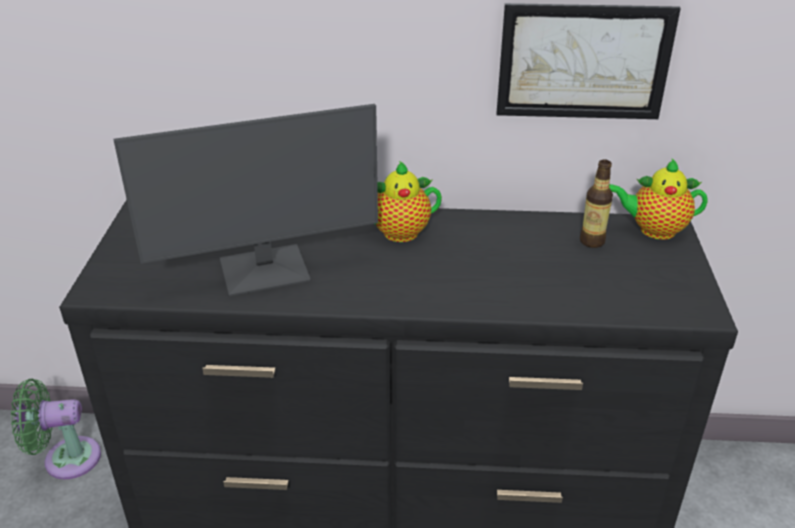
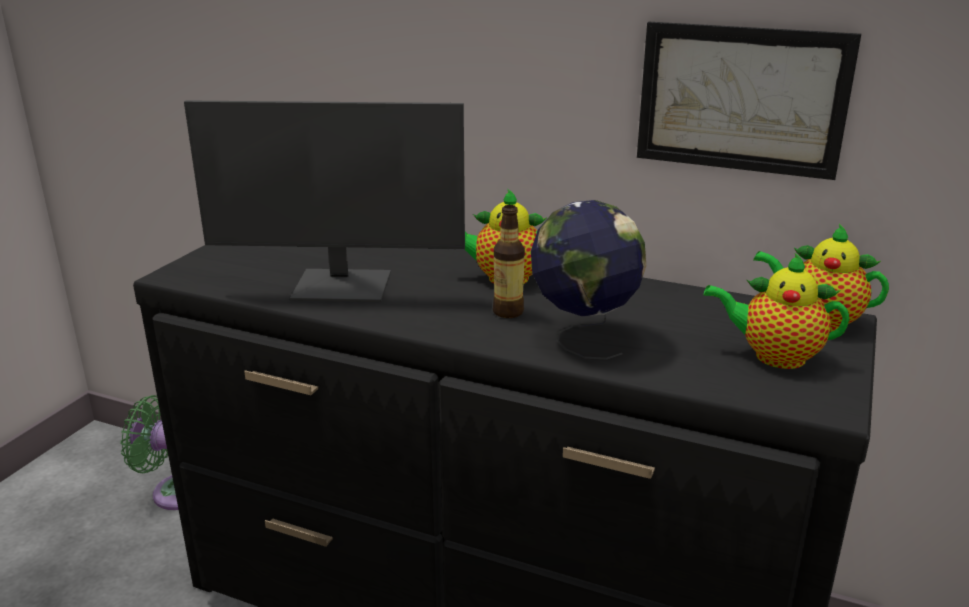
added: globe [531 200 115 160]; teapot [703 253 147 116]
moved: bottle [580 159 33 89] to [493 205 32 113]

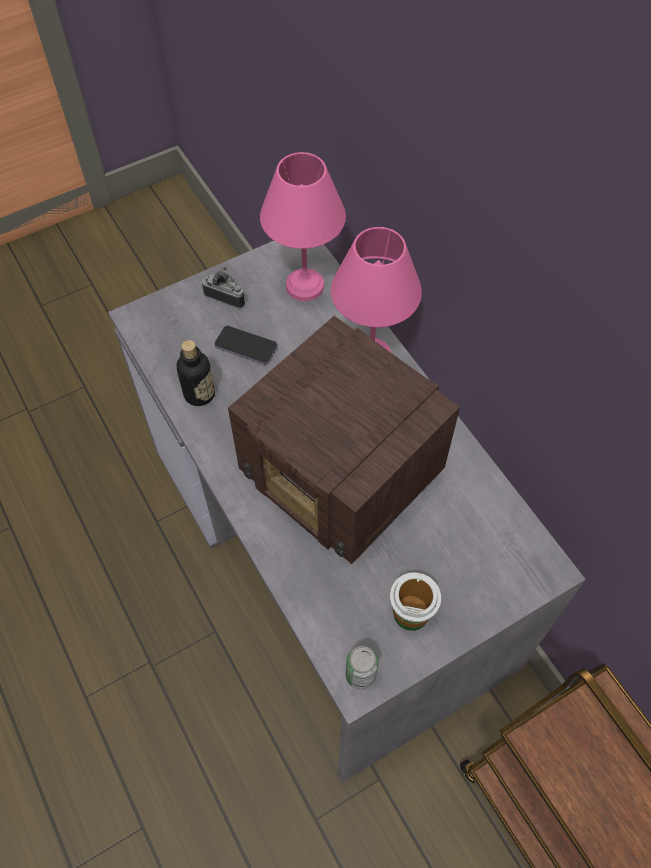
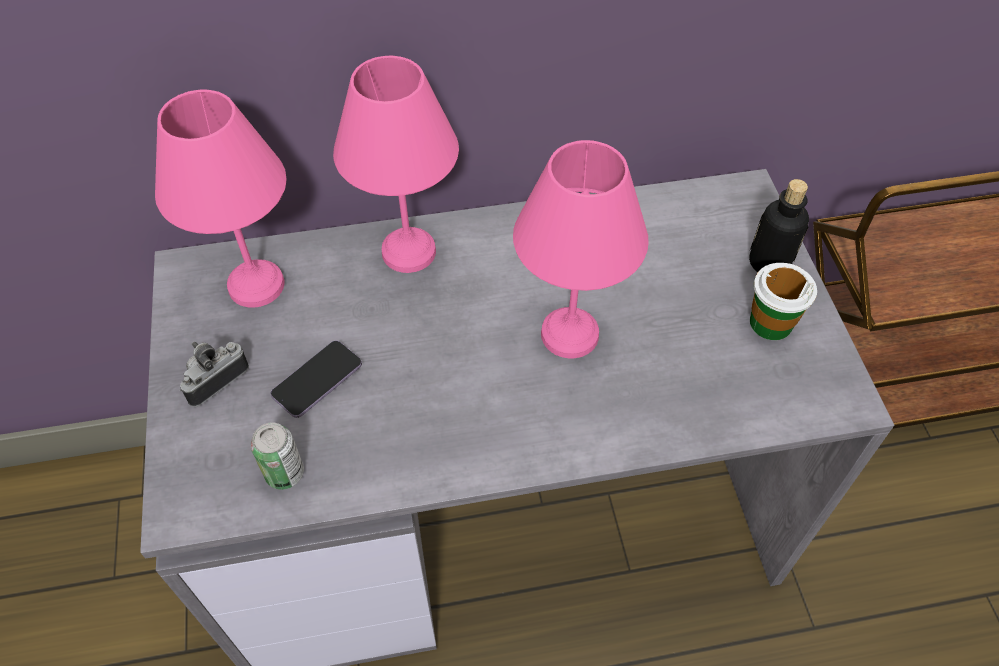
moved: bottle [176 340 39 66] to [749 179 60 93]; can [345 646 34 44] to [251 422 53 68]
replaced: radio [228 316 232 248] to pink table lamp [513 140 136 219]

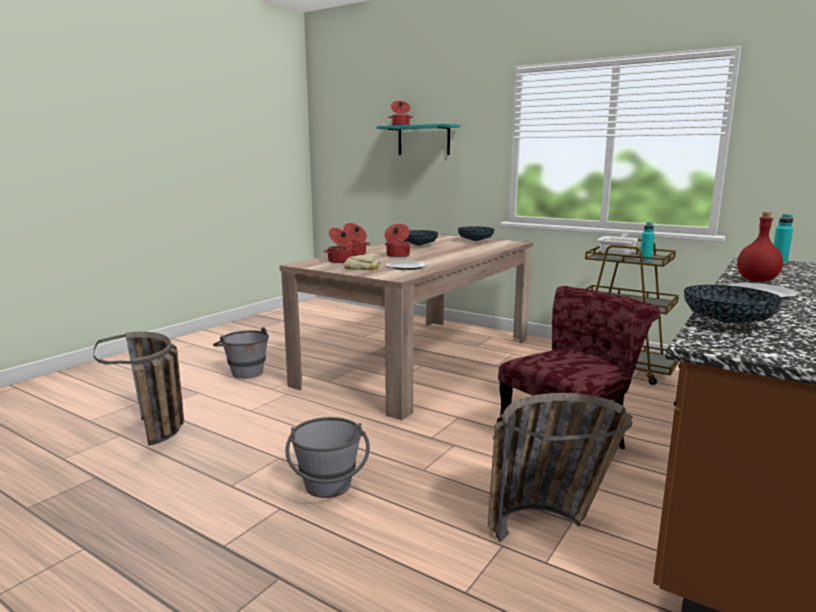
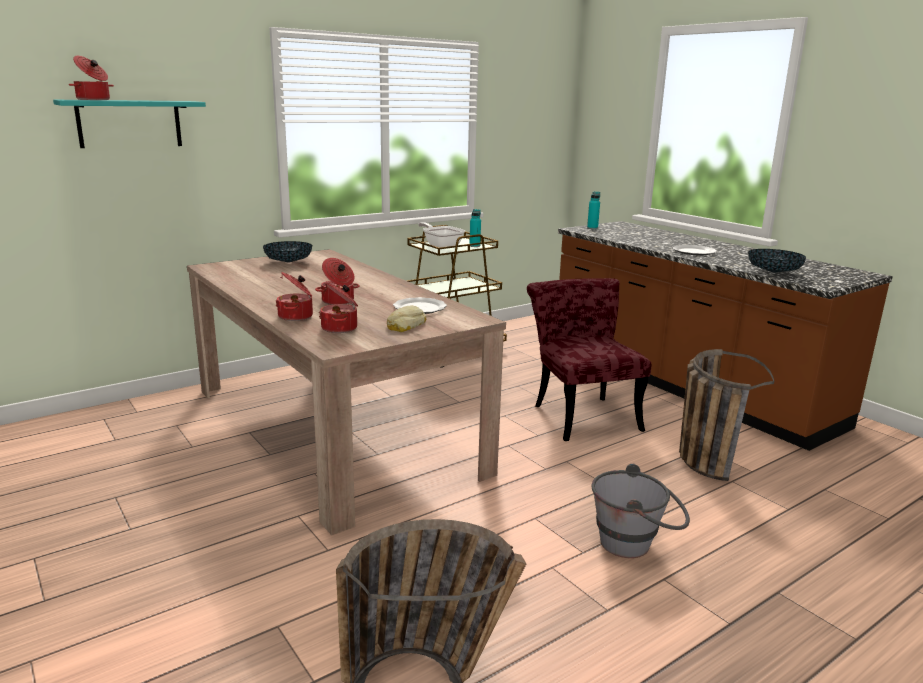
removed: grey bucket [213 327 56 52]; bowl [405 230 33 16]; red bottle [737 212 46 70]

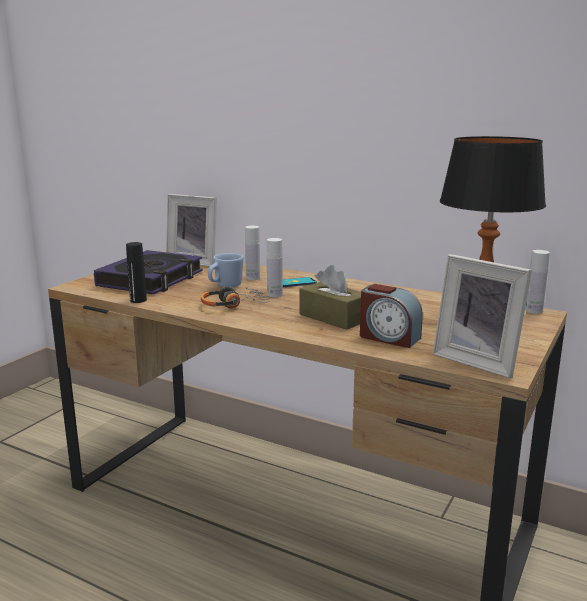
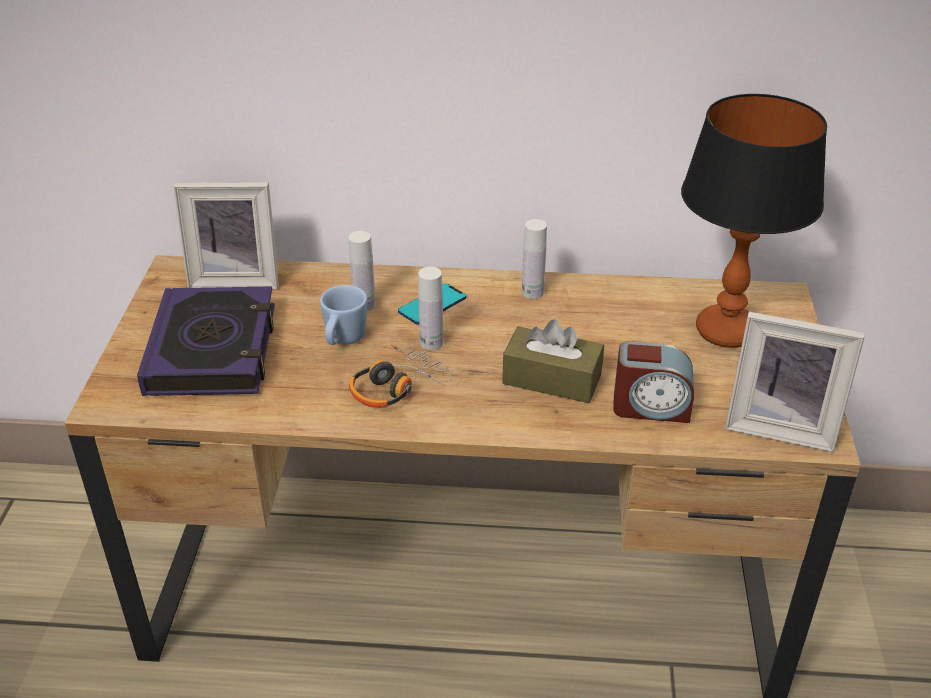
removed: black bottle [126 242 21 61]
moved: white bottle [525 250 25 64] to [522 219 25 80]

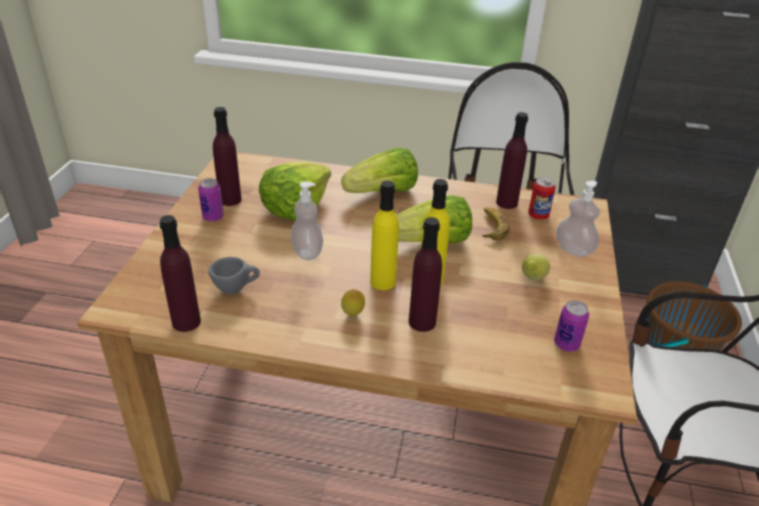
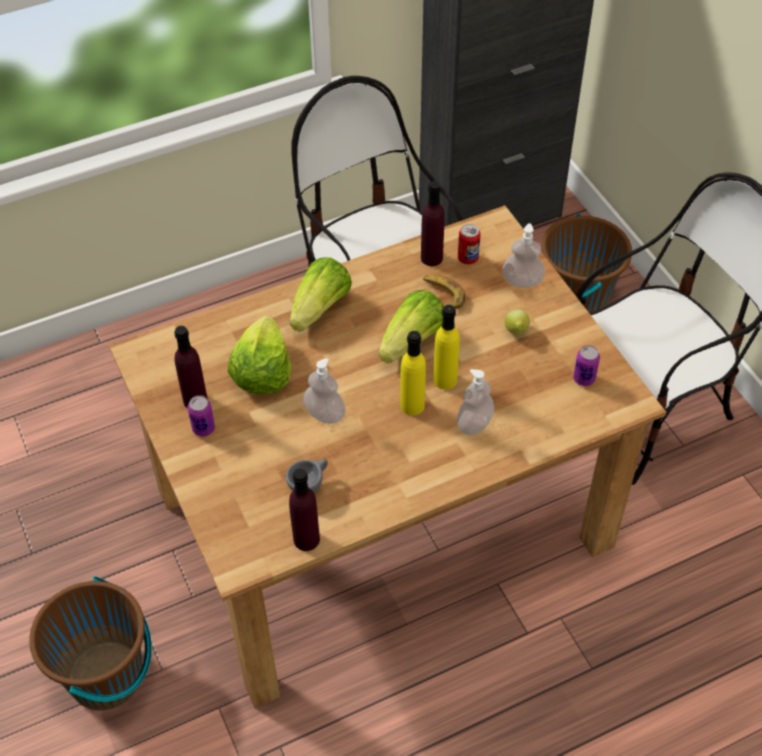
removed: lemon [341 289 24 27]
added: brown bucket [29 576 123 134]
replaced: purple bottle [409 217 33 115] to soap dispenser [457 369 37 66]

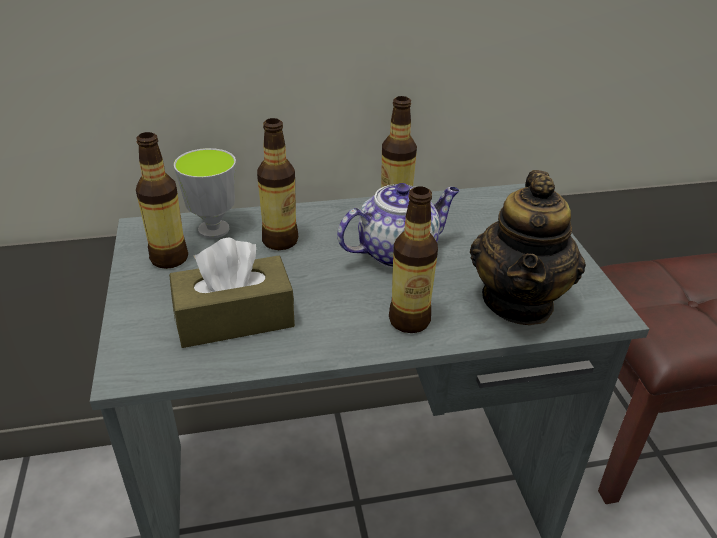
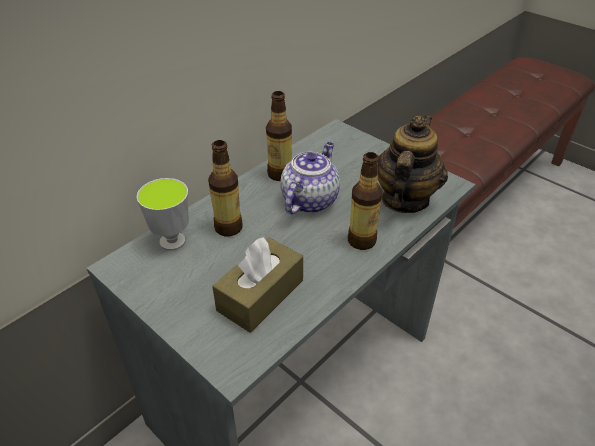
removed: bottle [136 132 52 137]
turned: teapot [470 170 116 155] = [378 115 70 98] 135 degrees counterclockwise

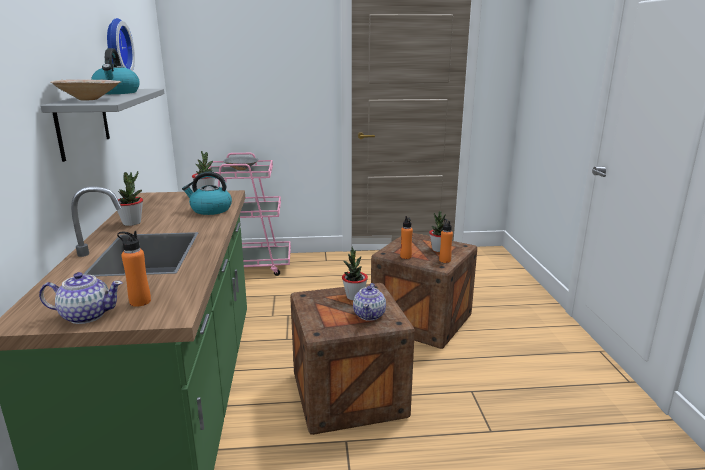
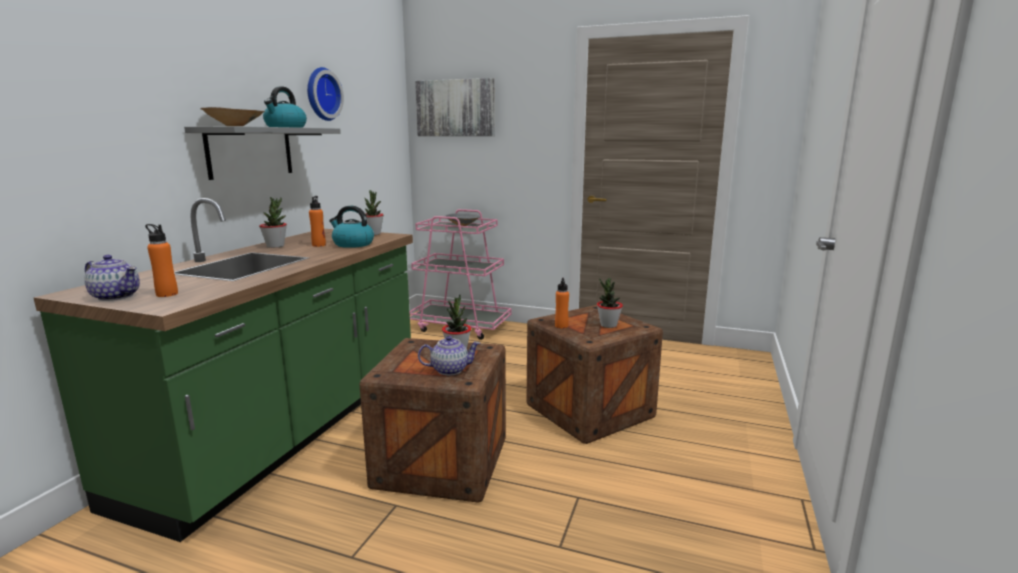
added: picture [415 78 80 58]
moved: orange bottle [439 219 14 44] to [309 196 17 51]
turned: teapot [353 283 33 38] = [418 336 62 39] 135 degrees counterclockwise

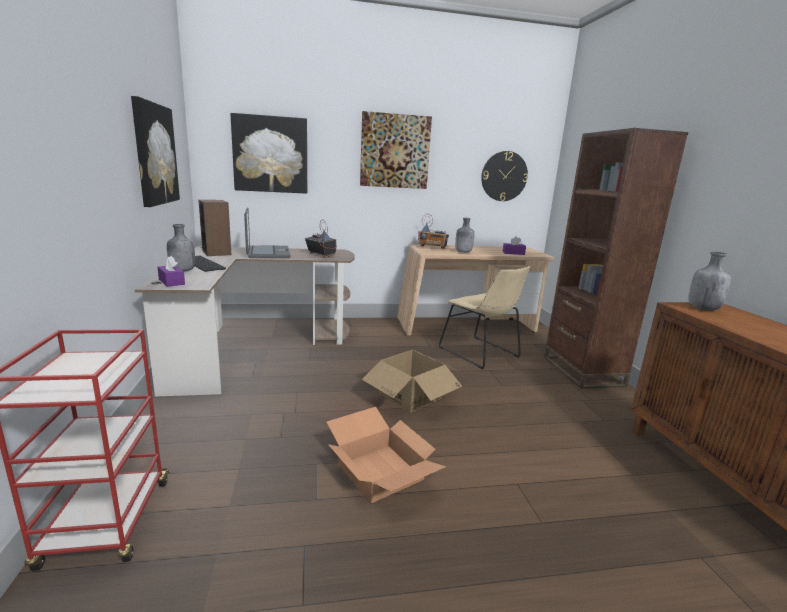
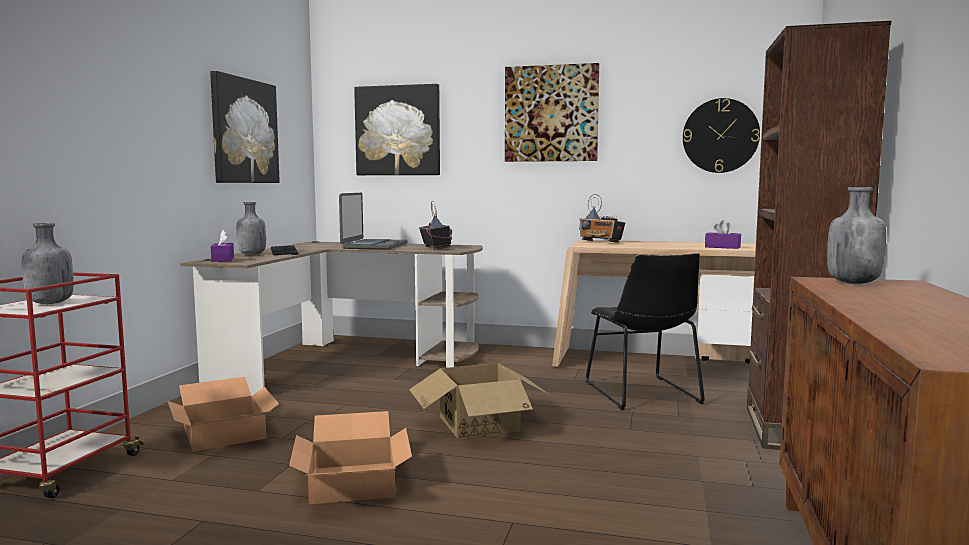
removed: speaker [199 200 33 56]
added: cardboard box [168 377 111 74]
moved: grey bottle [455 218 19 35] to [22 223 51 81]
recoloured: beige chair [439 266 91 103] to black chair [585 253 120 157]

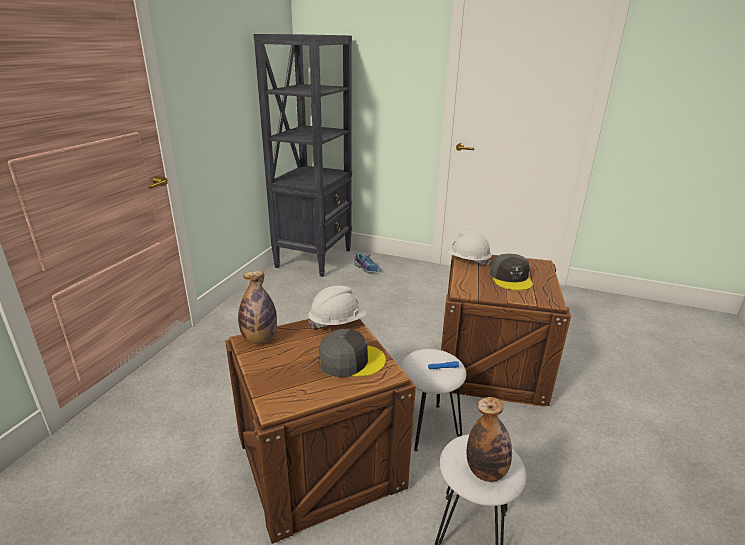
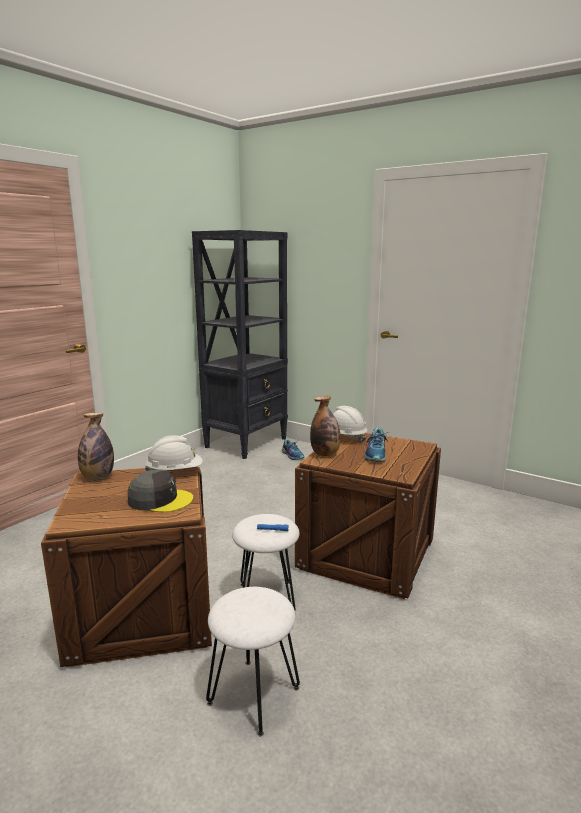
moved: bottle [467 397 45 85] to [310 396 31 60]
replaced: grey cap [490 254 43 36] to shoe [364 427 24 35]

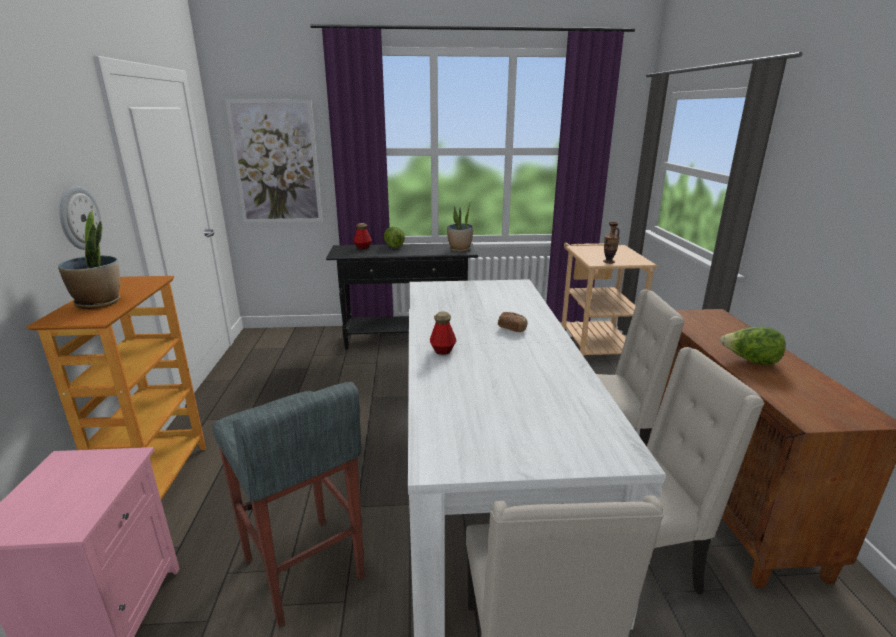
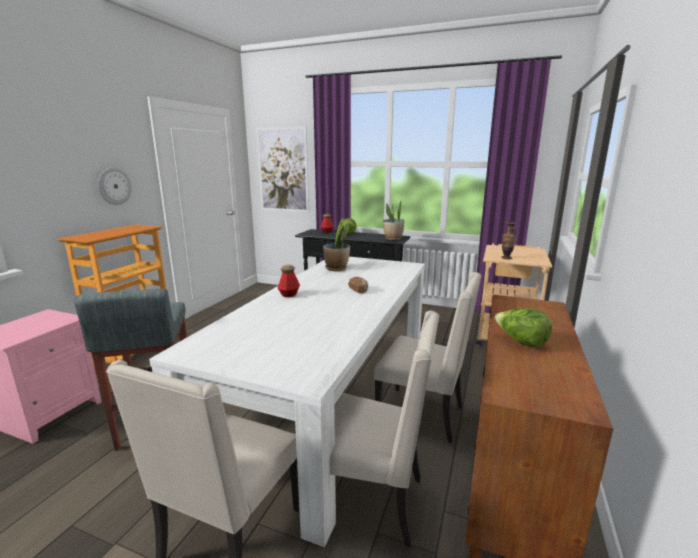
moved: potted plant [58 210 62 99] to [323 218 27 53]

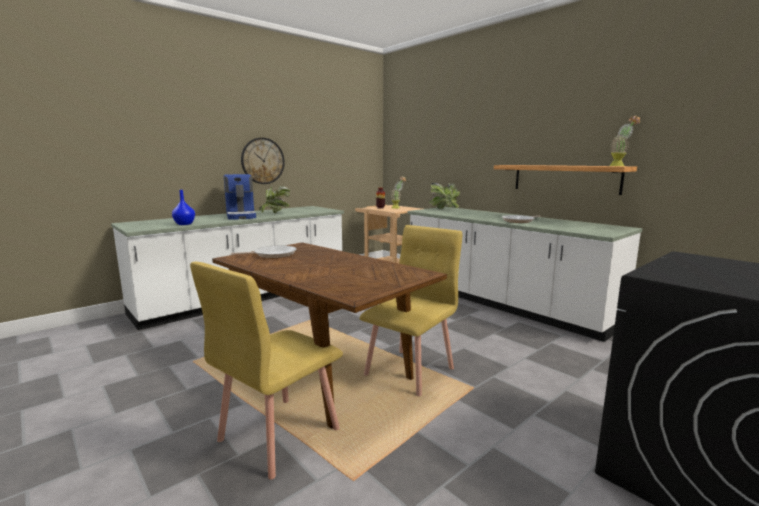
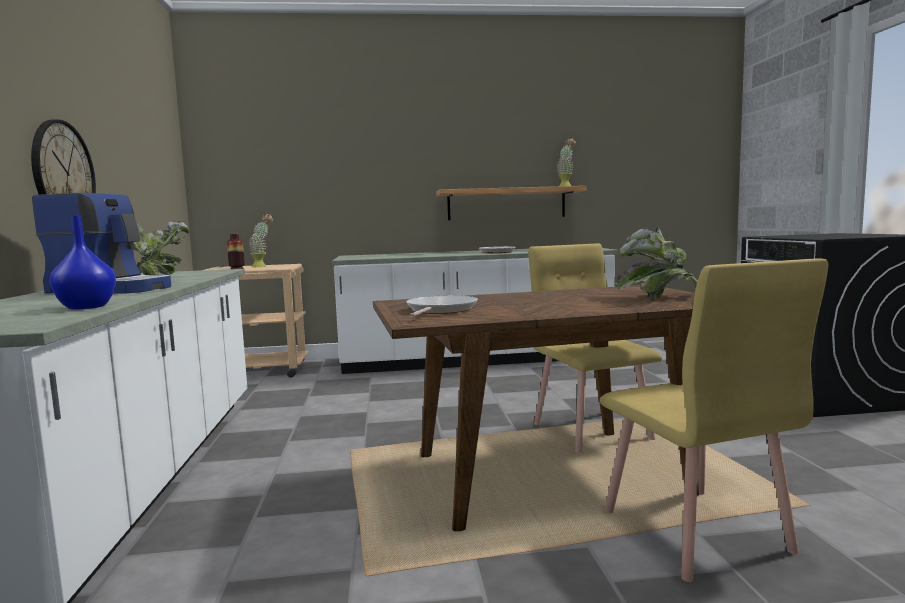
moved: potted plant [429 183 31 26] to [615 227 83 72]

